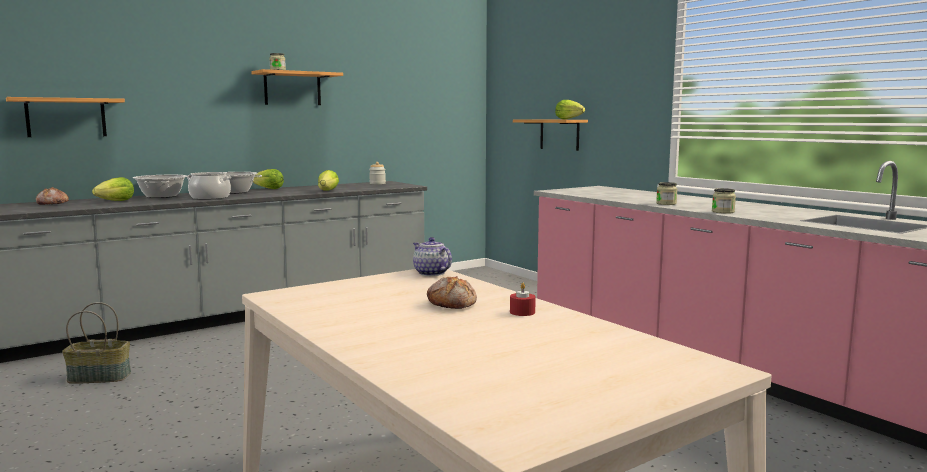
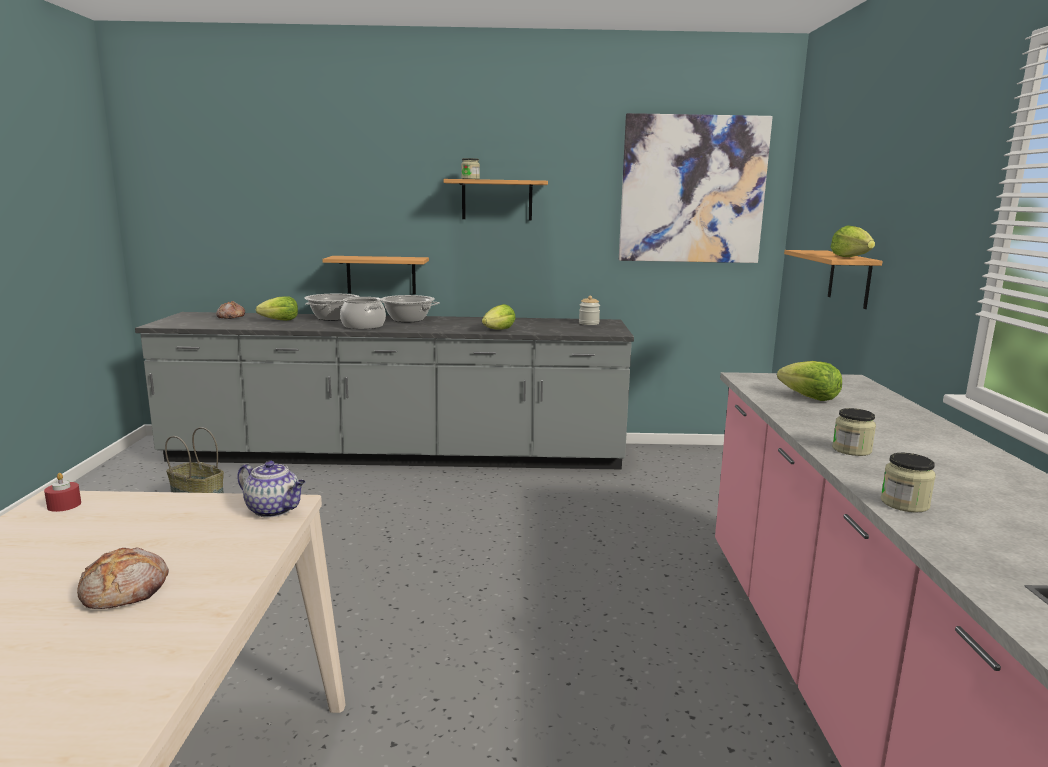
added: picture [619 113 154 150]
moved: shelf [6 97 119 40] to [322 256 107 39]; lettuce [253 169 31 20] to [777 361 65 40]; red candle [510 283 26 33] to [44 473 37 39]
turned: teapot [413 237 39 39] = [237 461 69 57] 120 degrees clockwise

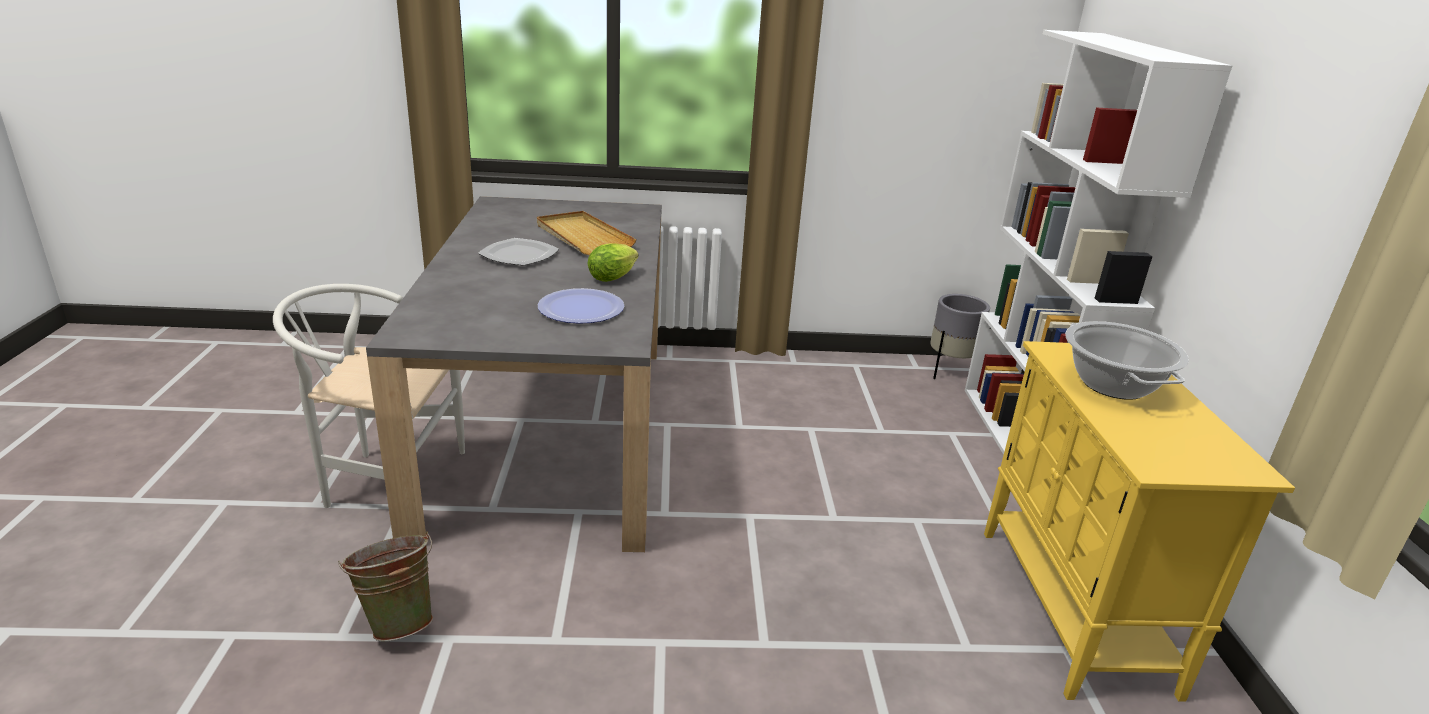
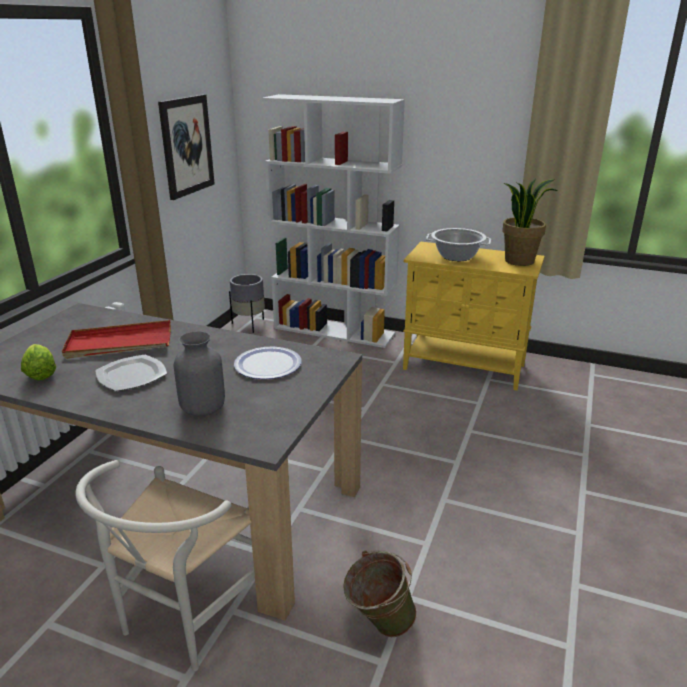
added: picture [158 94 57 106]; grey vase [174 331 51 85]; potted plant [502 179 55 87]
moved: lettuce [587 243 51 39] to [21 344 35 36]
recoloured: beige tray [537 211 100 45] to red tray [62 320 109 39]

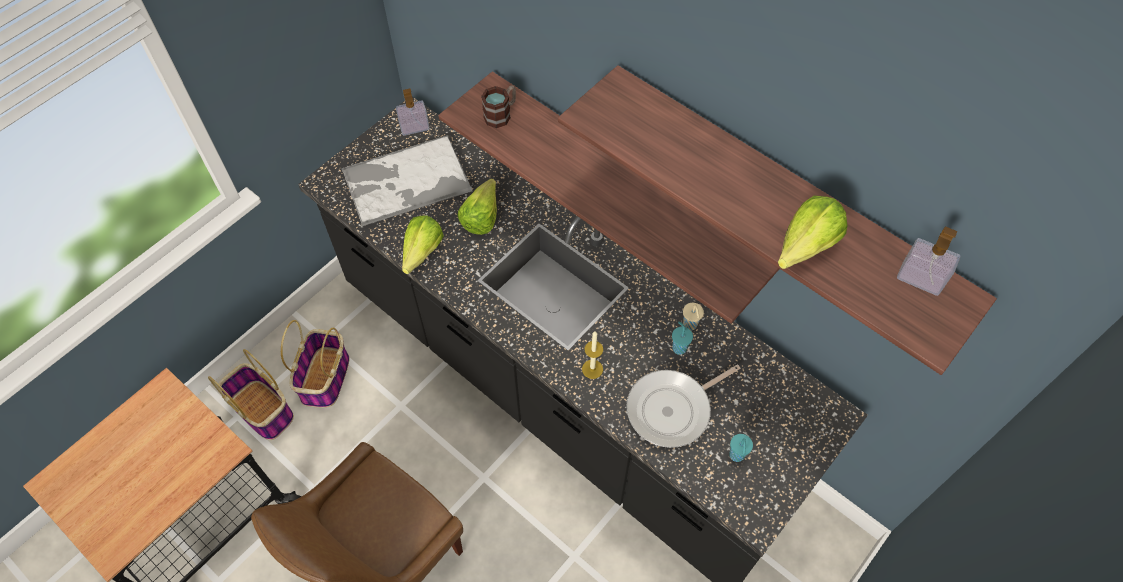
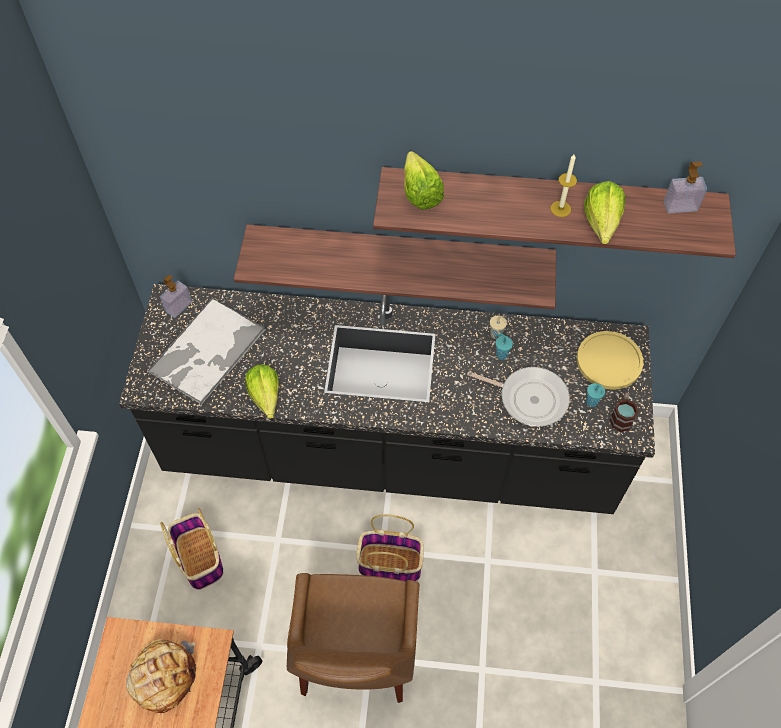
added: bread [126 639 70 74]; yellow plate [577 331 66 59]
moved: basket [208 349 86 91] to [356 515 68 66]; lettuce [458 178 39 57] to [404 151 40 59]; mug [481 85 35 43] to [610 392 29 40]; candle [582 332 21 47] to [551 154 26 63]
turned: frying pan [626 365 114 83] = [467 367 103 60] 90 degrees counterclockwise

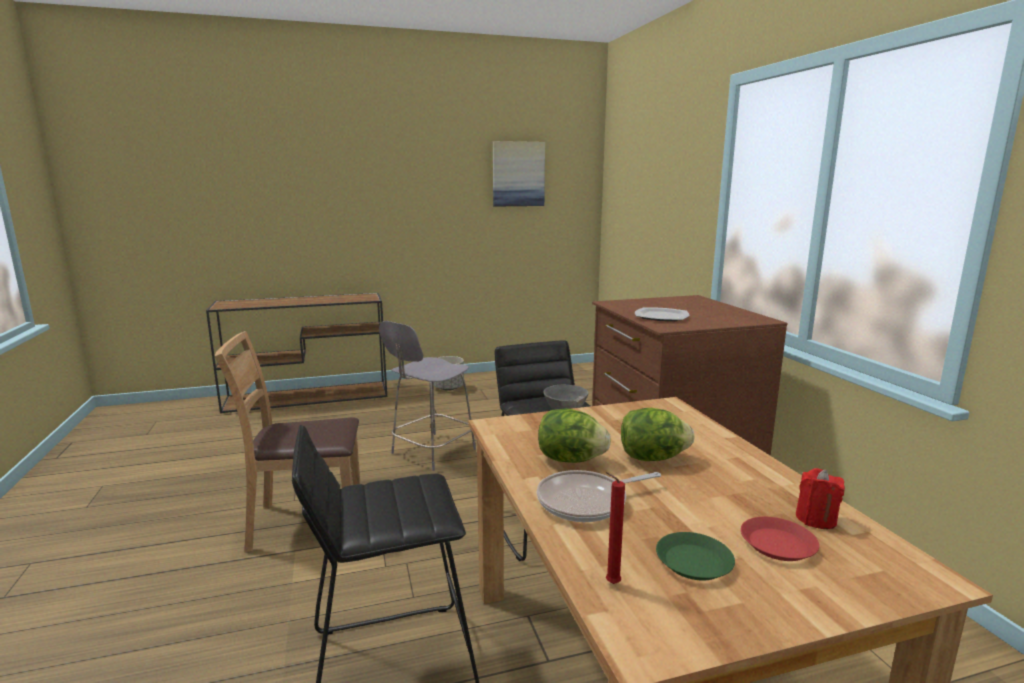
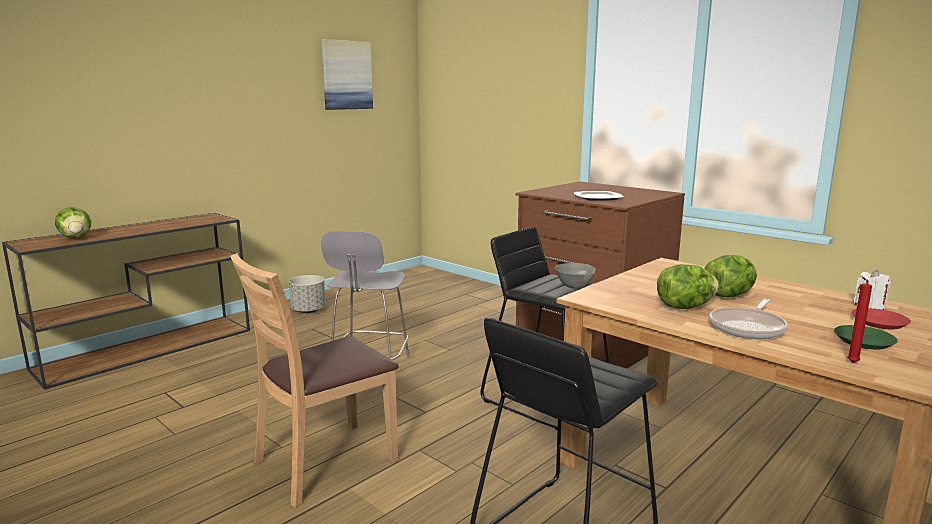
added: lettuce [55 207 36 31]
recoloured: red candle [796 468 49 61] to white candle [853 270 38 40]

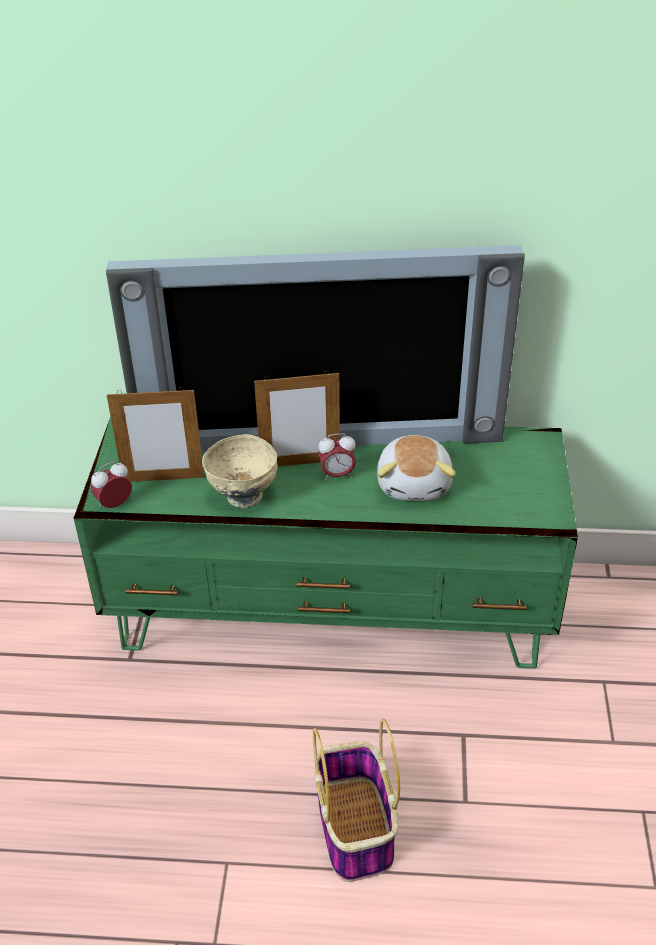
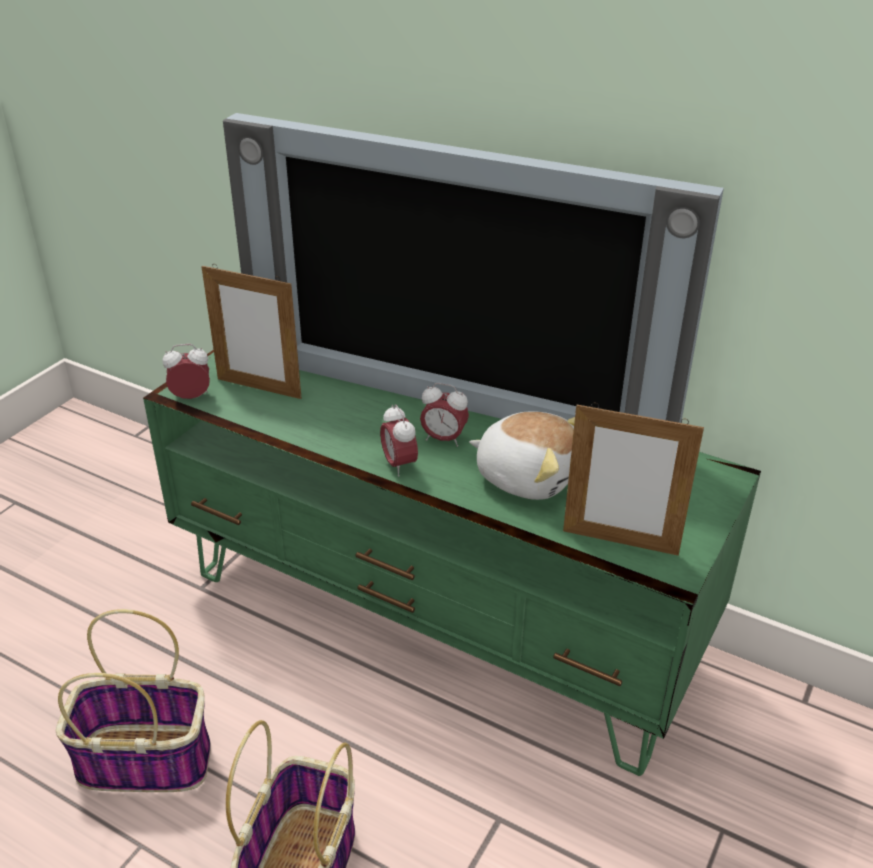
removed: beige bowl [202 434 75 74]
added: basket [56 609 155 183]; alarm clock [380 404 38 73]
moved: picture frame [254 371 86 96] to [563 403 141 153]
turned: plush toy [377 435 79 66] = [469 411 106 89] 90 degrees counterclockwise

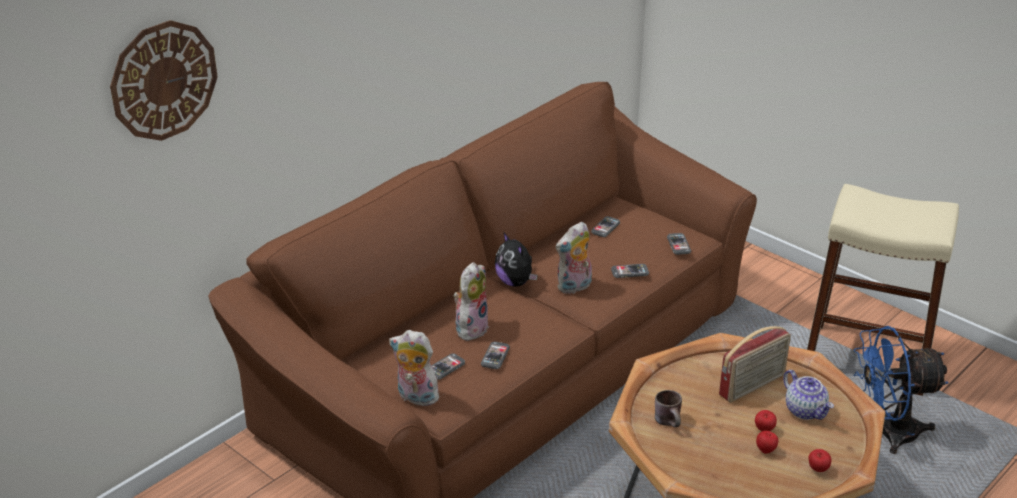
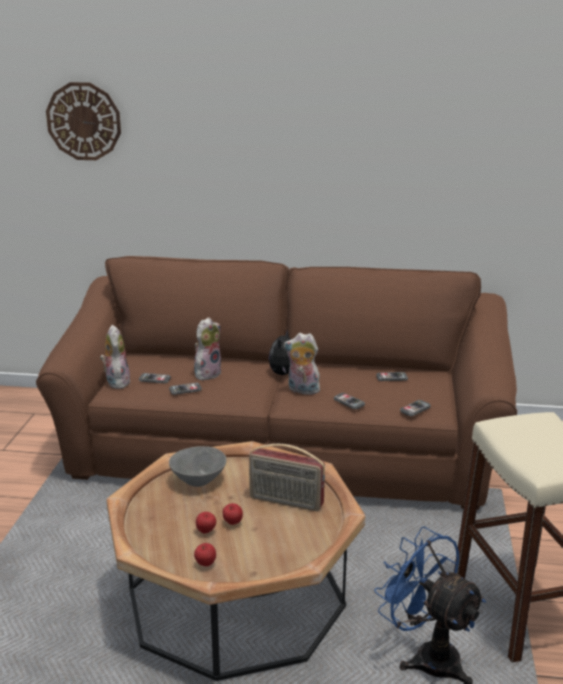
removed: teapot [783 370 51 50]
replaced: brown mug [655 390 27 37] to grey bowl [169 446 58 41]
turned: plush toy [453 262 36 79] = [194 317 28 63] 45 degrees counterclockwise

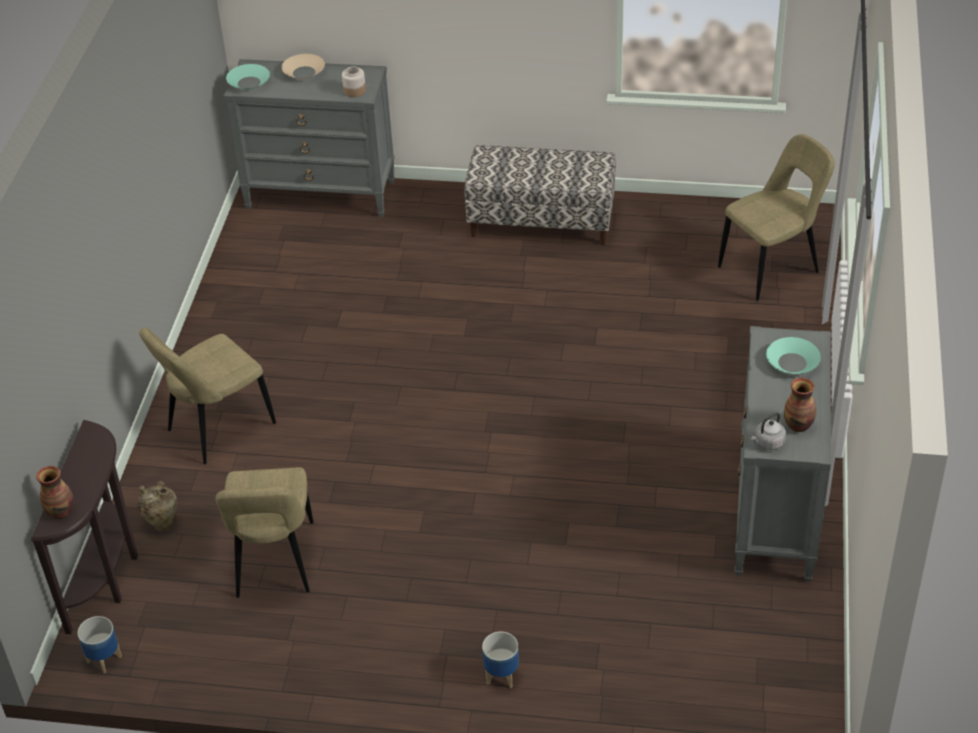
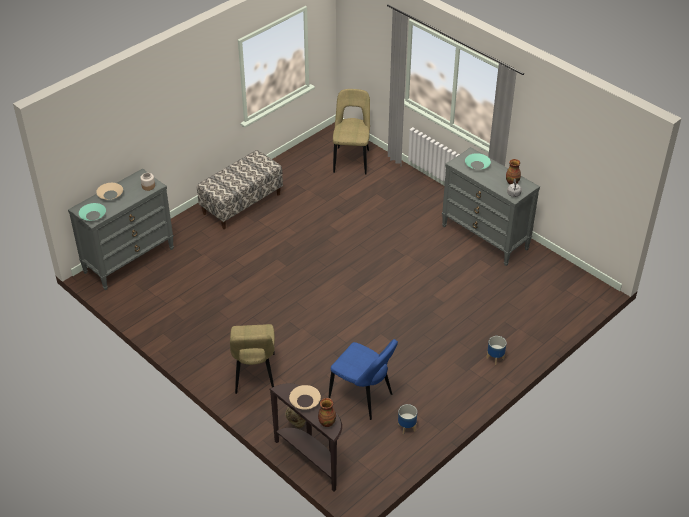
added: beige bowl [289 385 32 25]
moved: planter [77 616 45 58] to [398 404 19 31]
recoloured: beige chair [215 467 98 131] to blue chair [329 339 69 81]

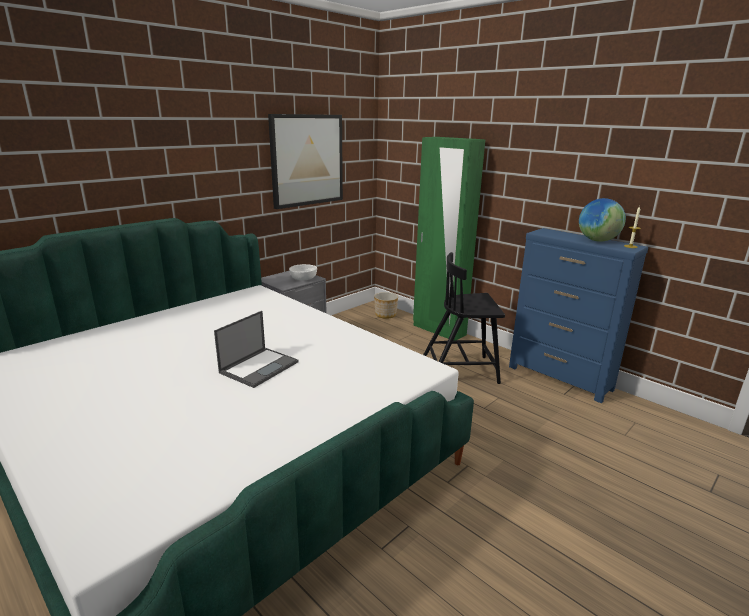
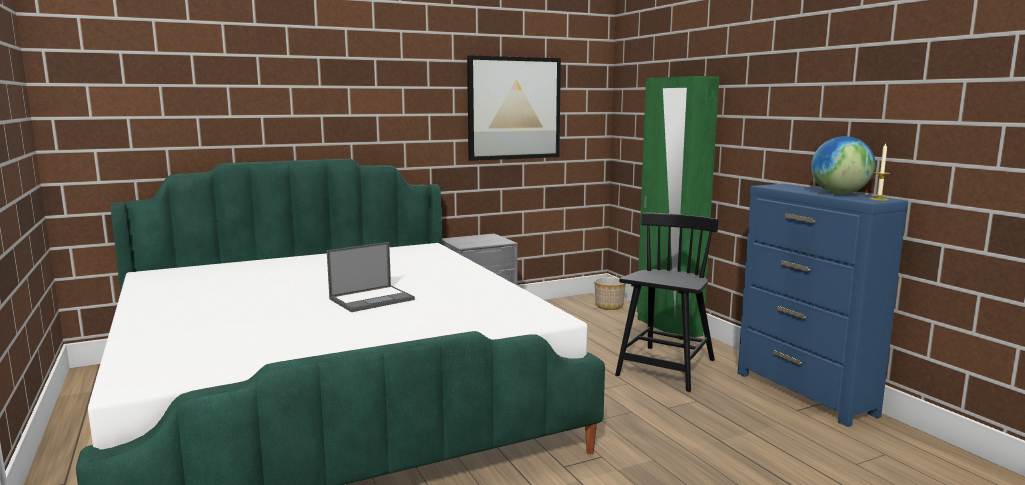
removed: white bowl [289 264 28 16]
turned: black chair [423 252 82 132] = [615 212 103 180] 105 degrees clockwise

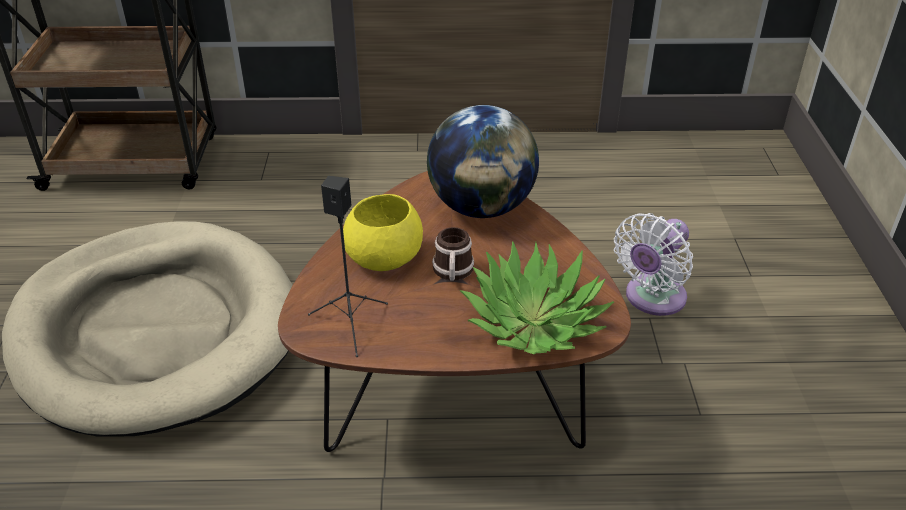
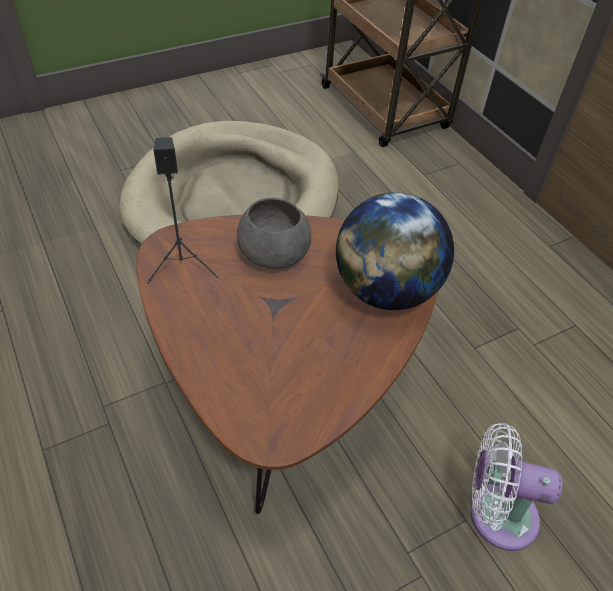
removed: mug [432 227 42 54]; potted plant [460 241 154 113]
recoloured: yellow bowl [343 194 80 77] to grey bowl [237 198 74 71]

